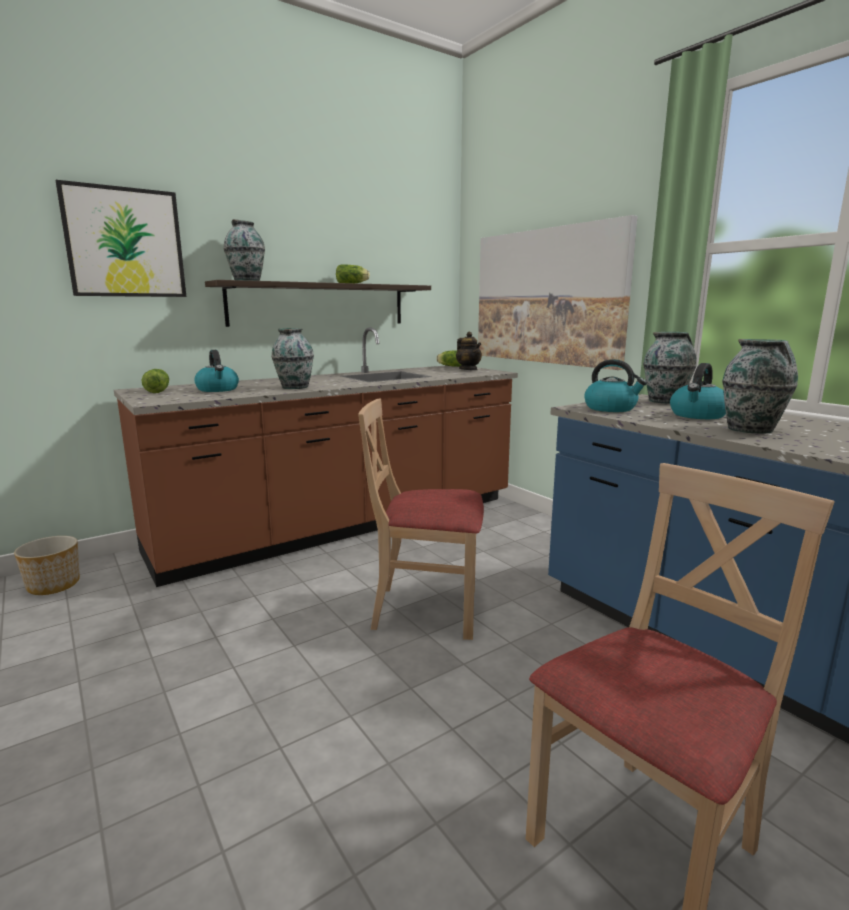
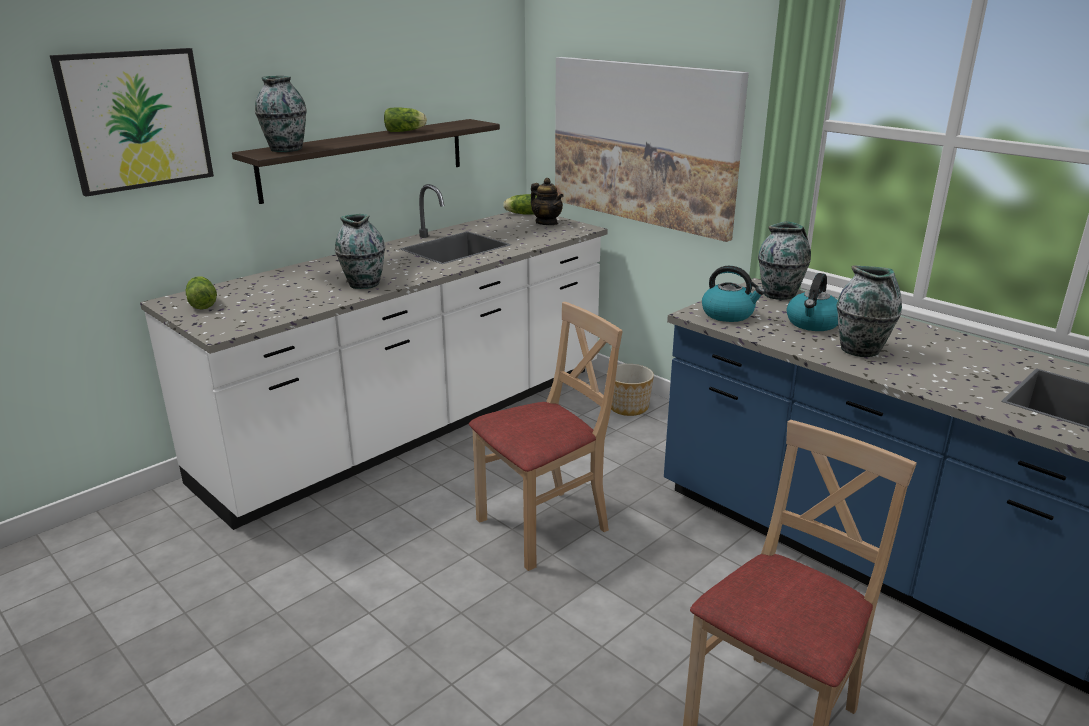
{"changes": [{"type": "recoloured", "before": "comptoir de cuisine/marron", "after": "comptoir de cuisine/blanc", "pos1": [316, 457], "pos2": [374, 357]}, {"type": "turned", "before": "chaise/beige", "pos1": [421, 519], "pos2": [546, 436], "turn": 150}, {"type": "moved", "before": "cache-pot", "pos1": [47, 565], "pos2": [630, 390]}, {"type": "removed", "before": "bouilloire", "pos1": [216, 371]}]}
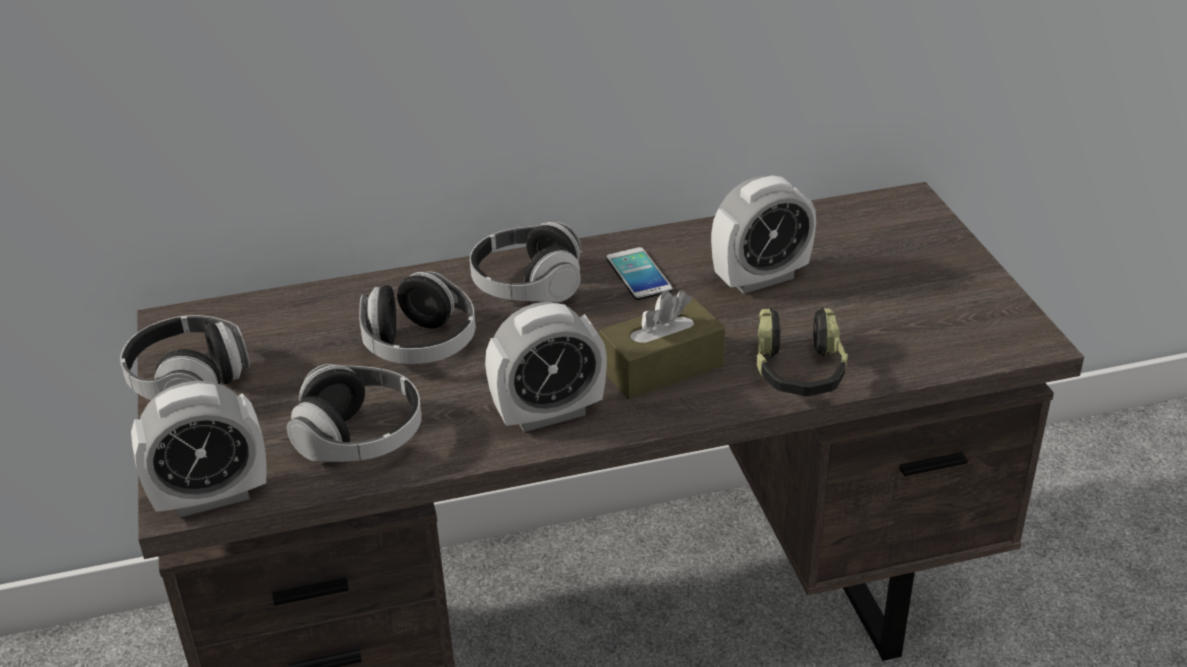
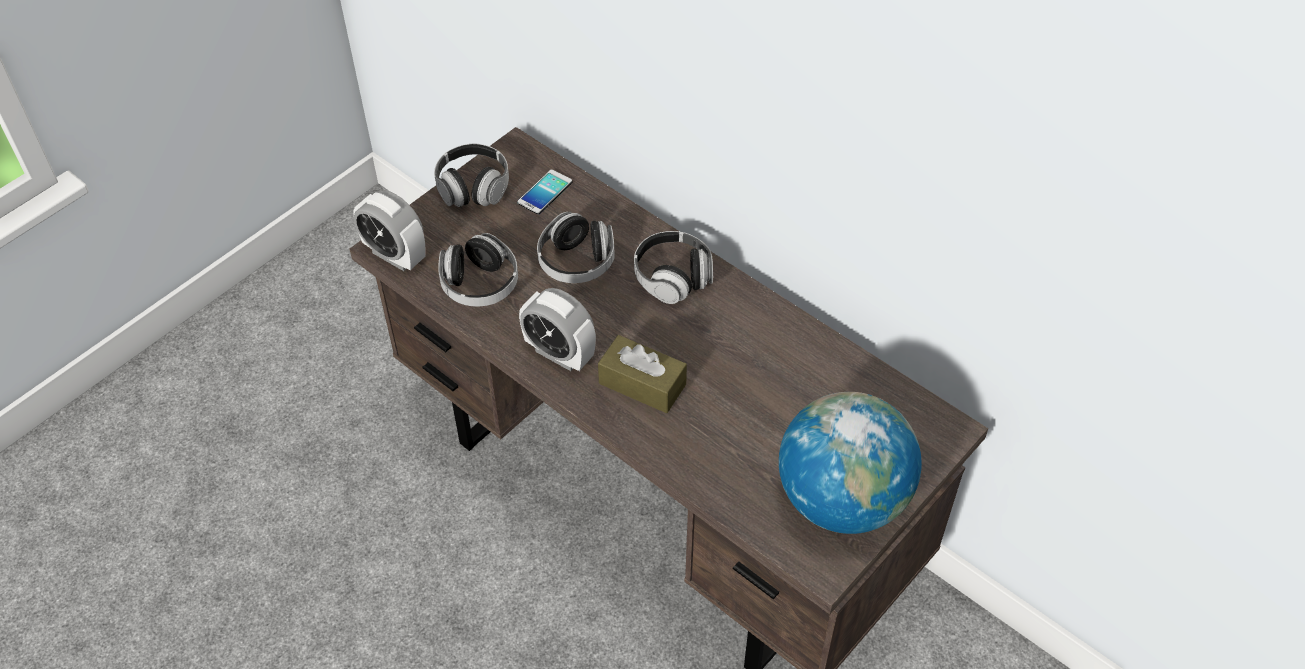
{"changes": [{"type": "moved", "before": "téléphone", "pos1": [640, 273], "pos2": [545, 191]}, {"type": "added", "after": "globe", "pos2": [850, 463]}, {"type": "removed", "before": "réveil", "pos1": [763, 234]}, {"type": "removed", "before": "casque audio", "pos1": [802, 351]}]}
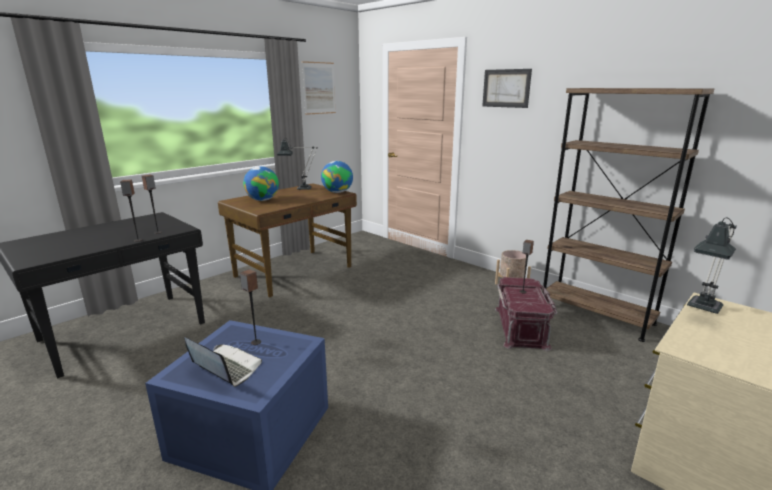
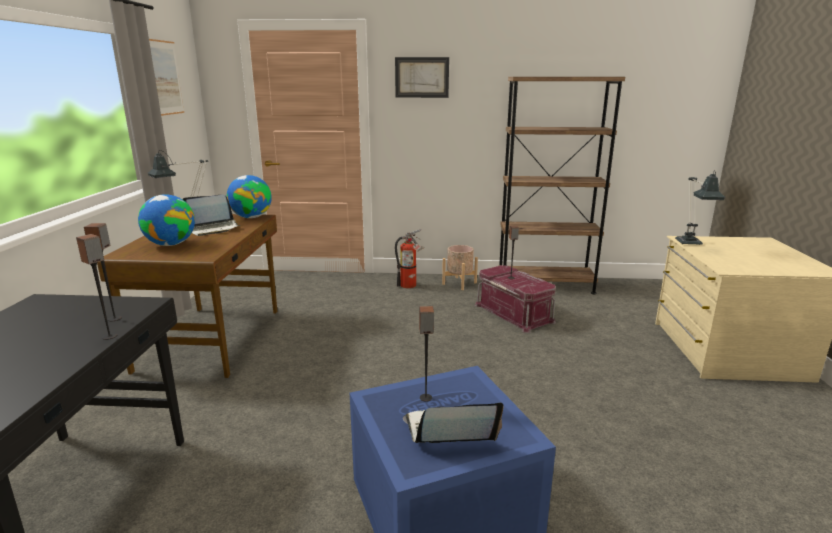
{"changes": [{"type": "added", "after": "ordinateur portable", "pos2": [211, 215]}, {"type": "added", "after": "extincteur", "pos2": [409, 259]}]}
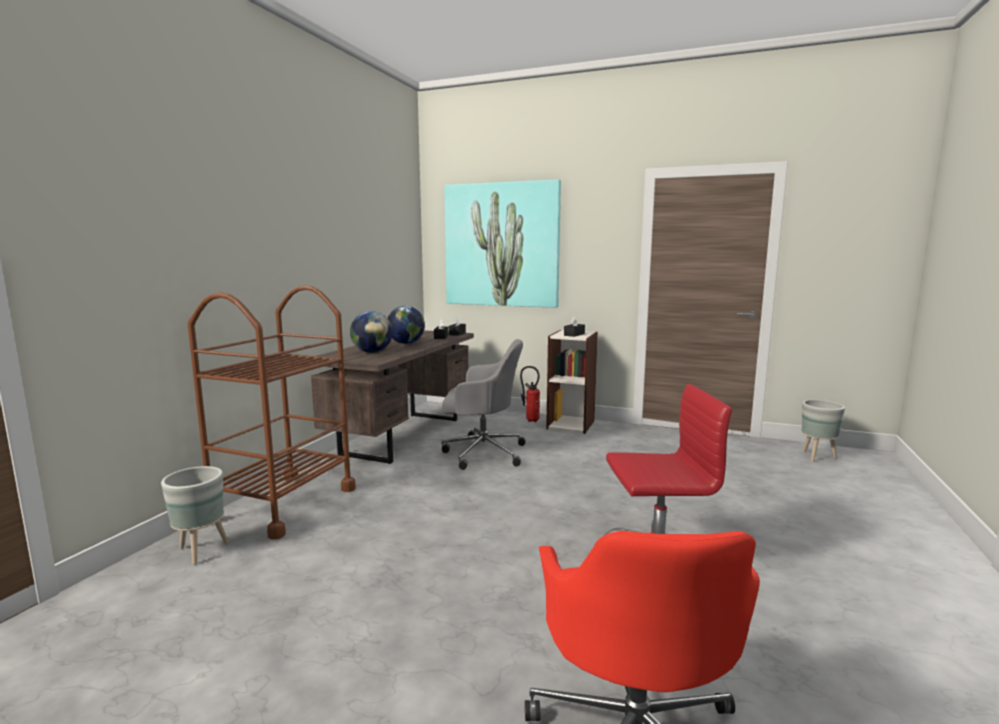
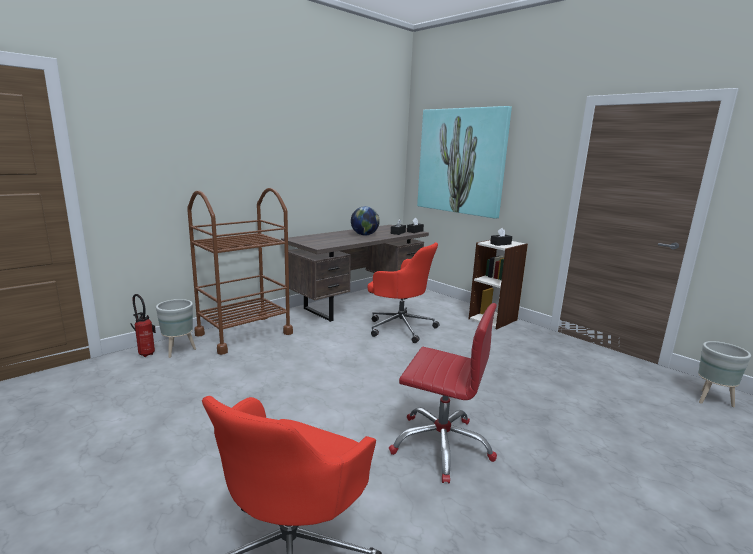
{"changes": [{"type": "moved", "before": "extincteur", "pos1": [530, 394], "pos2": [143, 325]}, {"type": "recoloured", "before": "chaise de bureau/gris", "after": "chaise de bureau/rouge", "pos1": [484, 404], "pos2": [403, 292]}, {"type": "removed", "before": "globe", "pos1": [371, 332]}]}
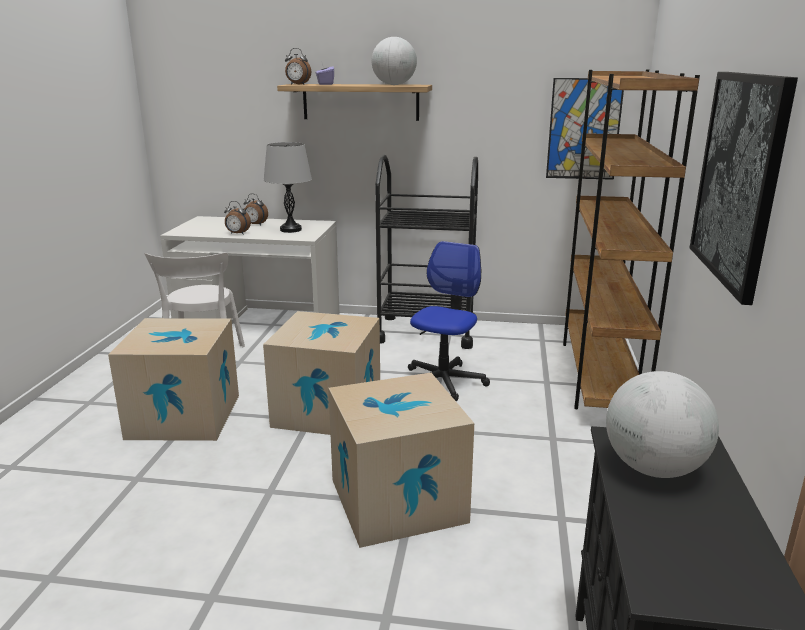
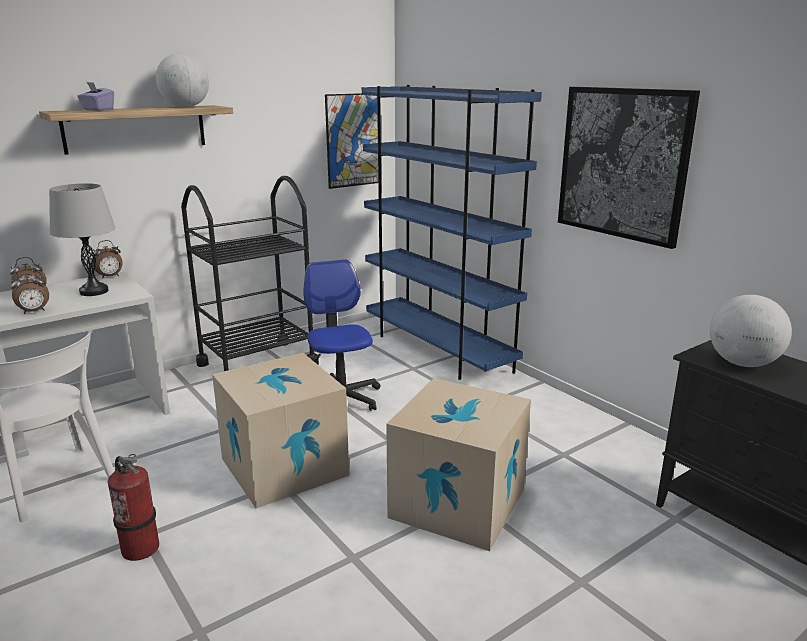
{"changes": [{"type": "moved", "before": "réveil", "pos1": [298, 66], "pos2": [107, 259]}, {"type": "replaced", "before": "carton", "after": "extincteur", "pos1": [173, 379], "pos2": [133, 507]}, {"type": "recoloured", "before": "bibliothèque/marron", "after": "bibliothèque/bleu", "pos1": [631, 239], "pos2": [452, 232]}]}
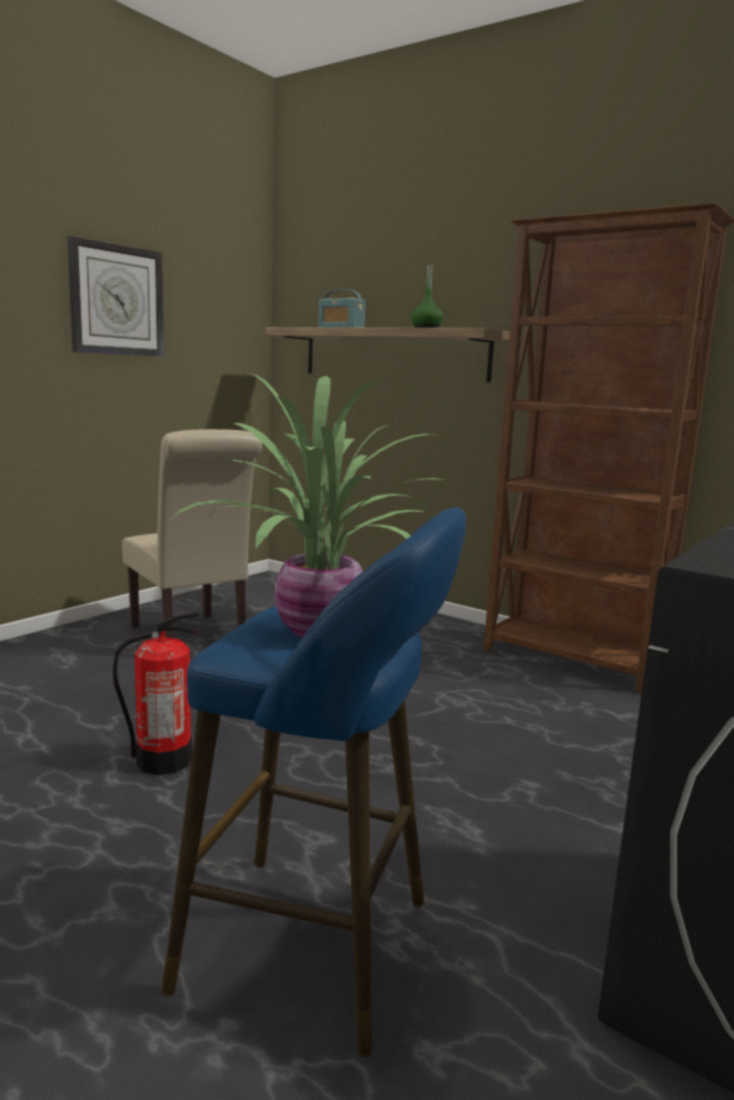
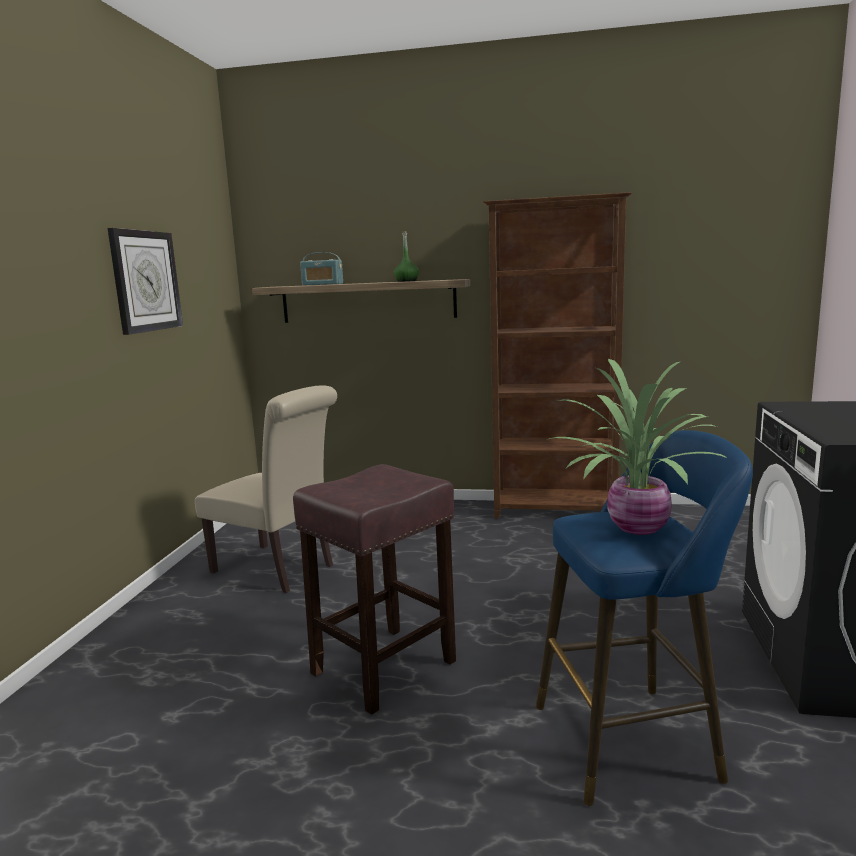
{"changes": [{"type": "replaced", "before": "extincteur", "after": "tabouret/marron", "pos1": [156, 693], "pos2": [374, 589]}]}
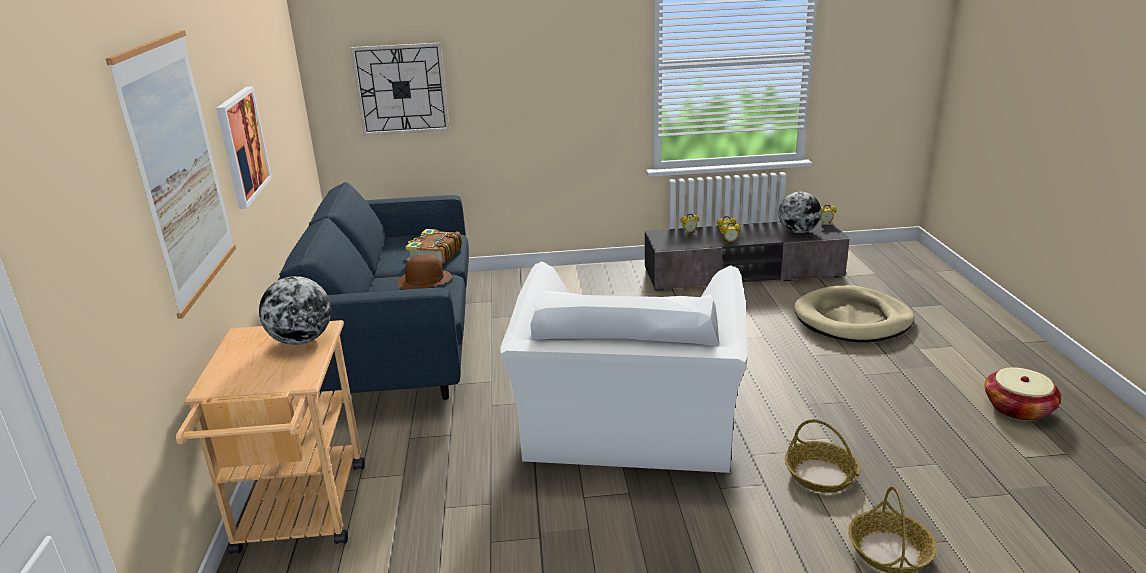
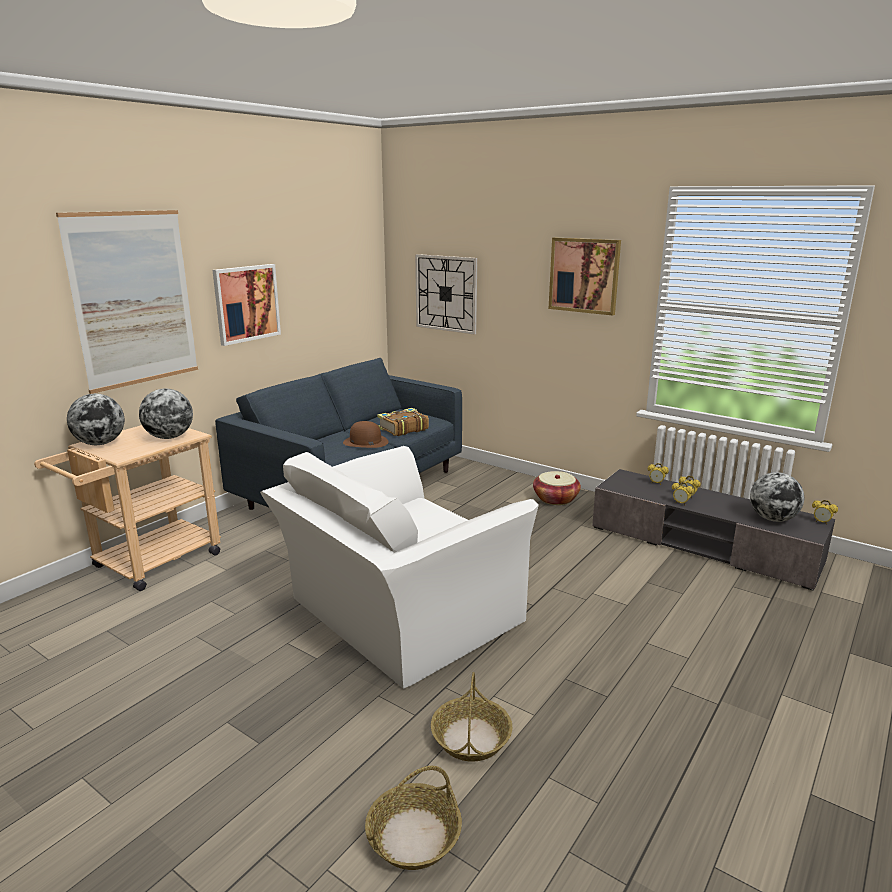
{"changes": [{"type": "added", "after": "globe", "pos2": [95, 419]}, {"type": "moved", "before": "panier", "pos1": [1023, 394], "pos2": [557, 488]}, {"type": "added", "after": "tableau", "pos2": [585, 276]}, {"type": "removed", "before": "panier pour chien/beige", "pos1": [854, 313]}]}
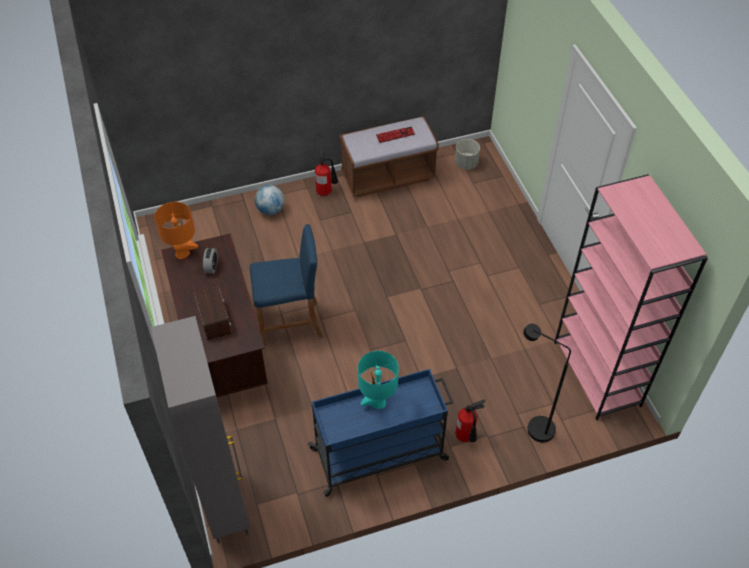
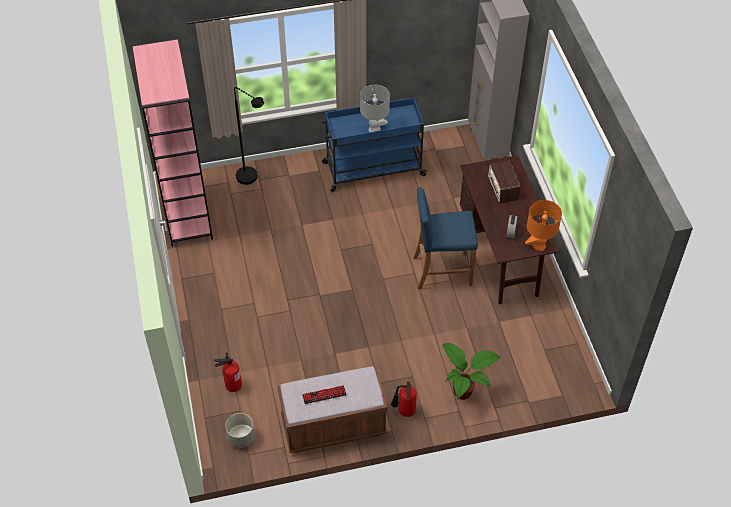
{"changes": [{"type": "moved", "before": "extincteur", "pos1": [470, 420], "pos2": [228, 372]}, {"type": "recoloured", "before": "lampe de table/turquoise", "after": "lampe de table/gris", "pos1": [378, 380], "pos2": [375, 108]}, {"type": "replaced", "before": "globe", "after": "plante en pot", "pos1": [269, 200], "pos2": [471, 371]}]}
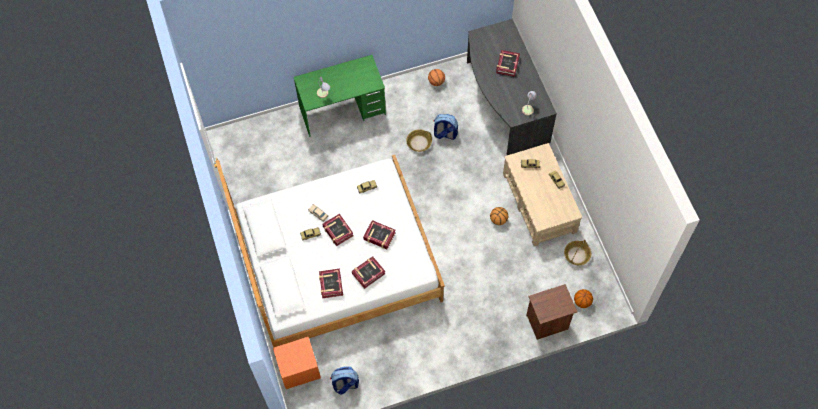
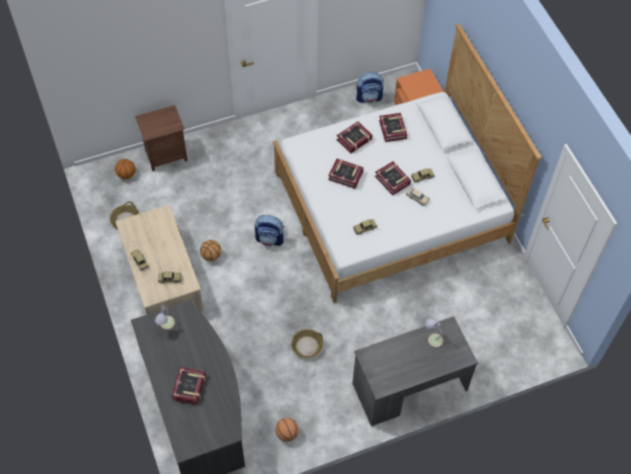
{"changes": [{"type": "moved", "before": "sac à dos", "pos1": [445, 127], "pos2": [269, 230]}, {"type": "recoloured", "before": "bureau/vert", "after": "bureau/gris", "pos1": [340, 96], "pos2": [415, 371]}]}
